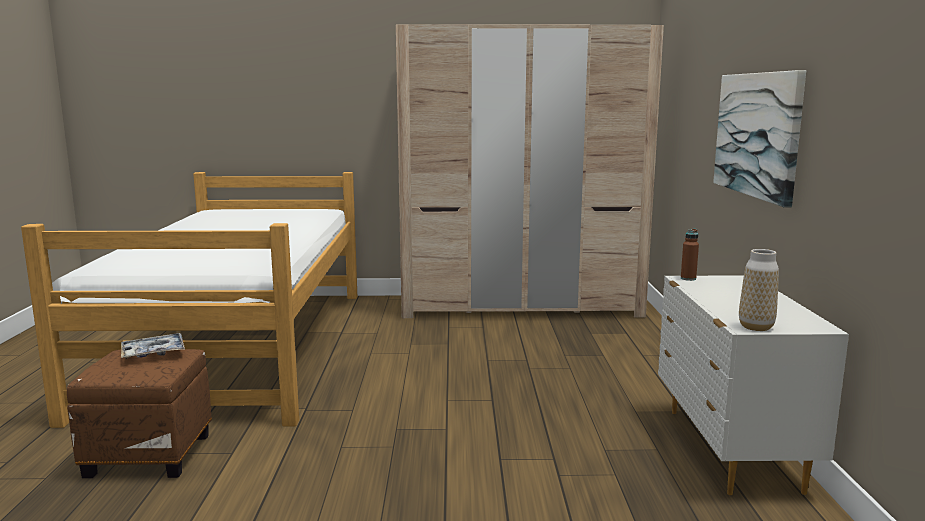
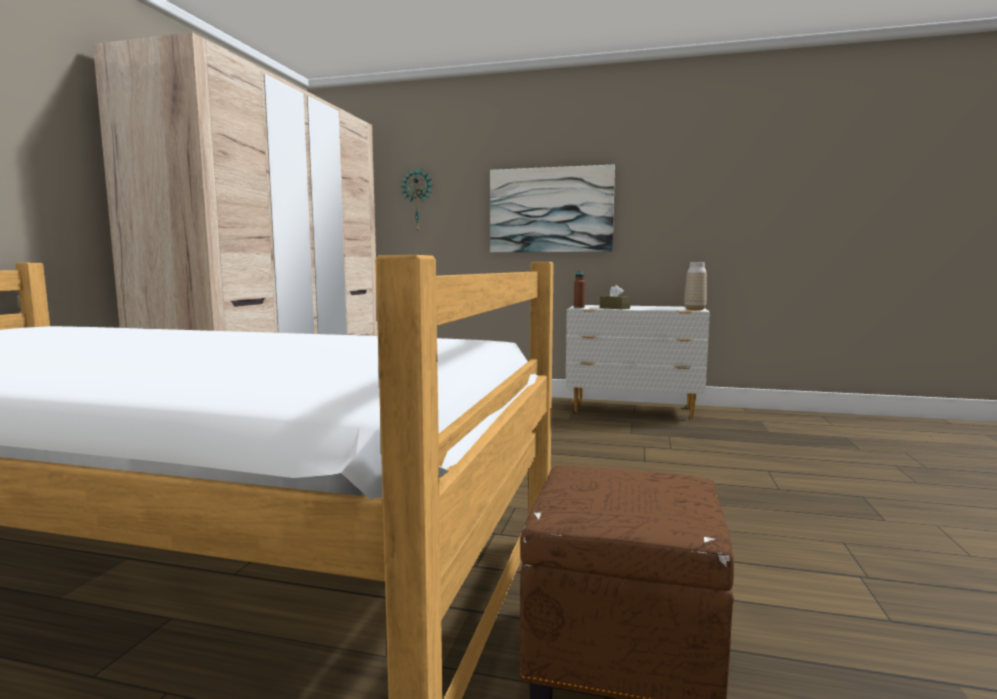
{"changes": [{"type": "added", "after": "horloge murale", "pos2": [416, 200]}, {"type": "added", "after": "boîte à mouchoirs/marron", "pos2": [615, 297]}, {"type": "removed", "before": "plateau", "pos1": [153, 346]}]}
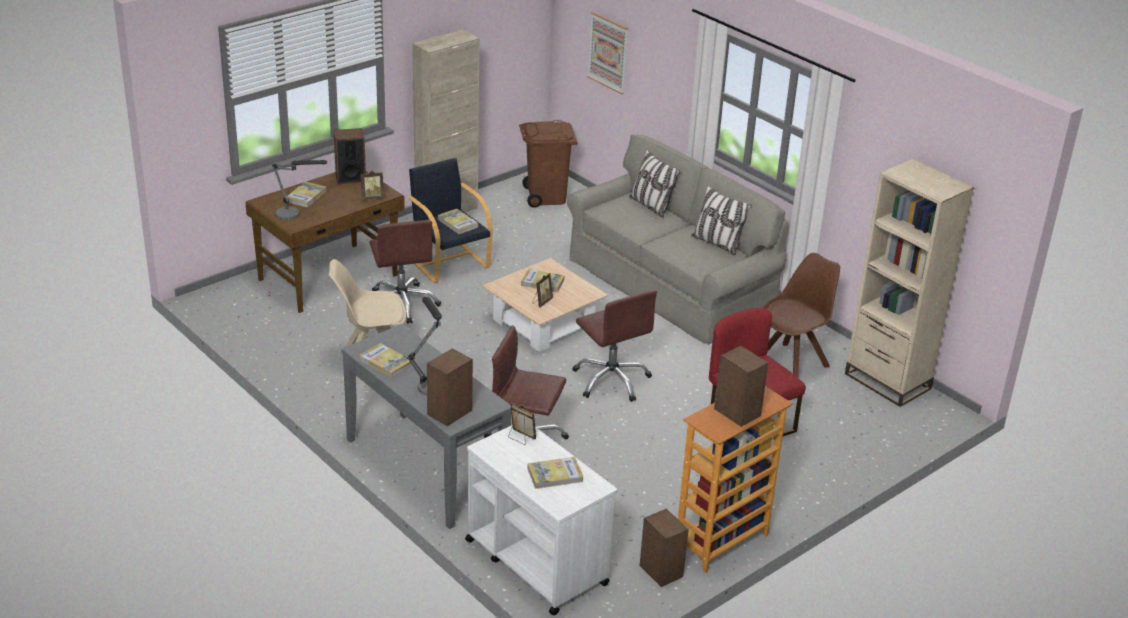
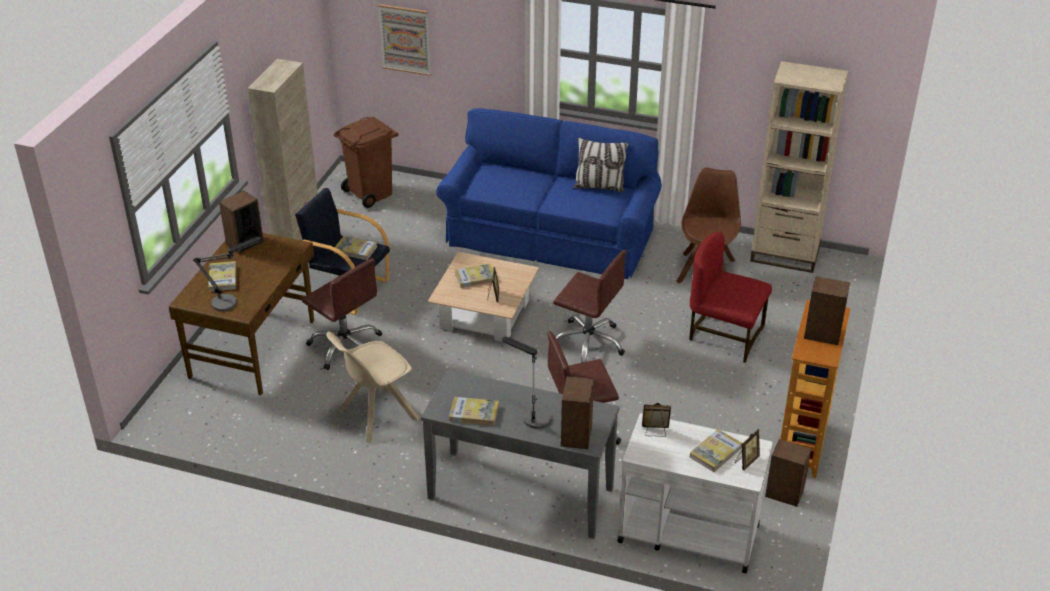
{"changes": [{"type": "recoloured", "before": "canapé/gris", "after": "canapé/bleu", "pos1": [678, 240], "pos2": [549, 193]}, {"type": "moved", "before": "cadre photo", "pos1": [372, 185], "pos2": [747, 449]}, {"type": "removed", "before": "coussin", "pos1": [654, 183]}]}
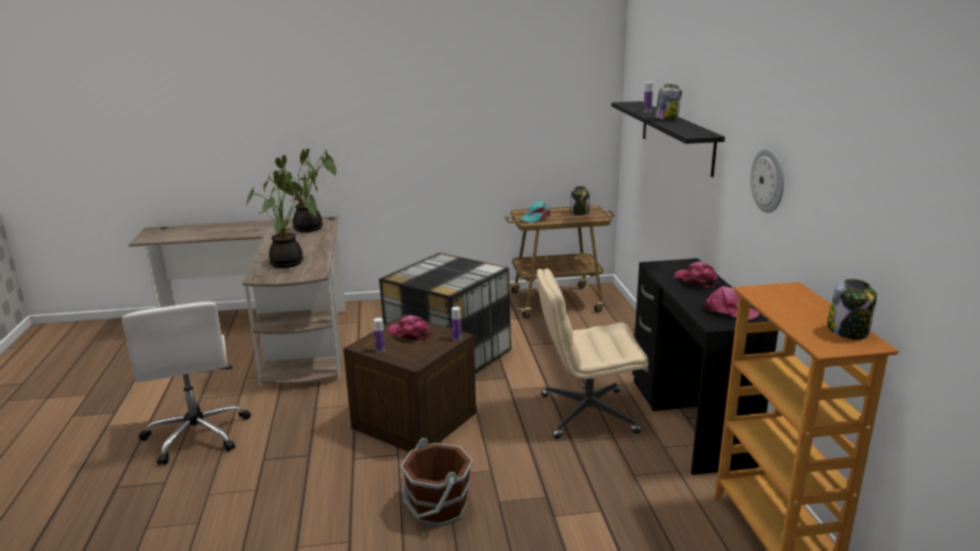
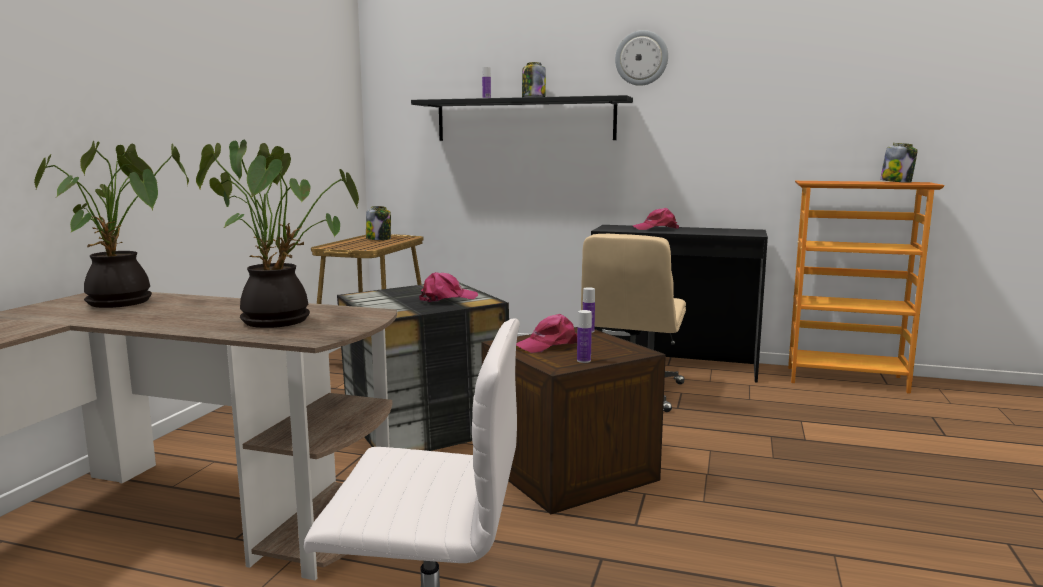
{"changes": [{"type": "moved", "before": "casquette/rose", "pos1": [732, 303], "pos2": [448, 287]}, {"type": "moved", "before": "horloge murale", "pos1": [767, 181], "pos2": [641, 58]}, {"type": "removed", "before": "seau/marron", "pos1": [436, 482]}, {"type": "removed", "before": "casquette/turquoise", "pos1": [535, 212]}]}
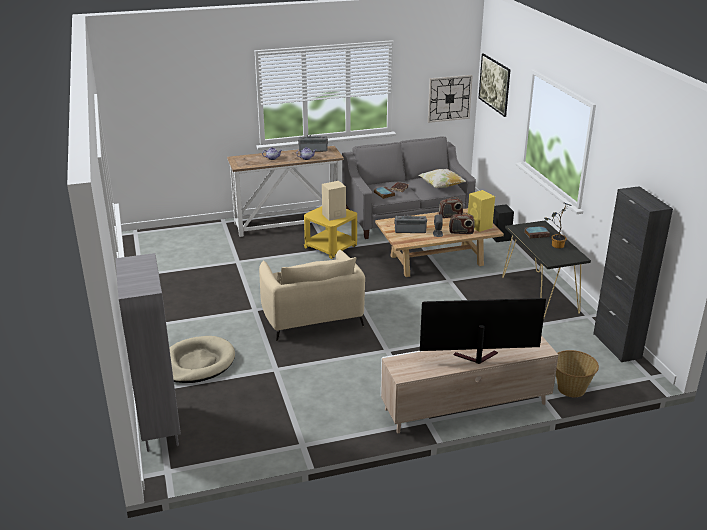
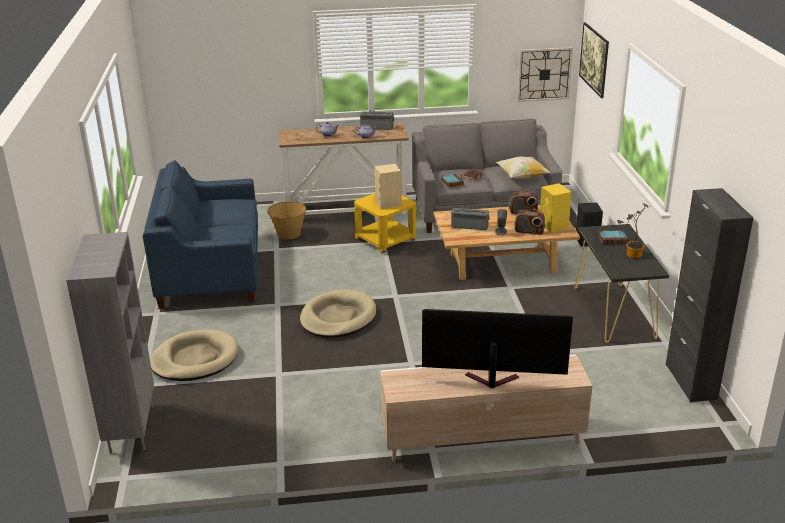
{"changes": [{"type": "added", "after": "canapé/bleu", "pos2": [200, 234]}, {"type": "moved", "before": "panier", "pos1": [577, 373], "pos2": [286, 220]}, {"type": "replaced", "before": "fauteuil/beige", "after": "panier pour chien/beige", "pos1": [312, 295], "pos2": [338, 313]}]}
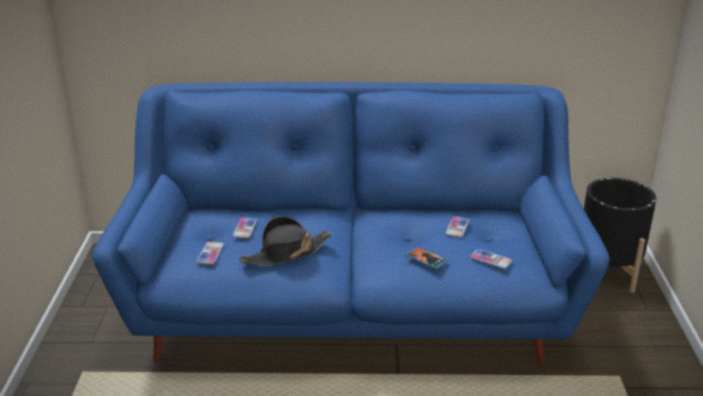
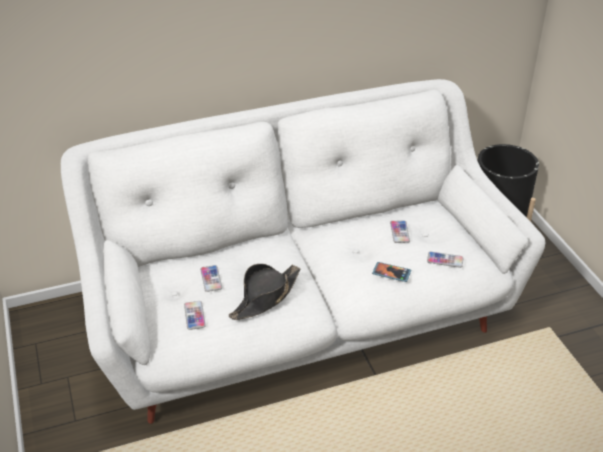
{"changes": [{"type": "recoloured", "before": "canapé/bleu", "after": "canapé/blanc", "pos1": [351, 223], "pos2": [303, 251]}]}
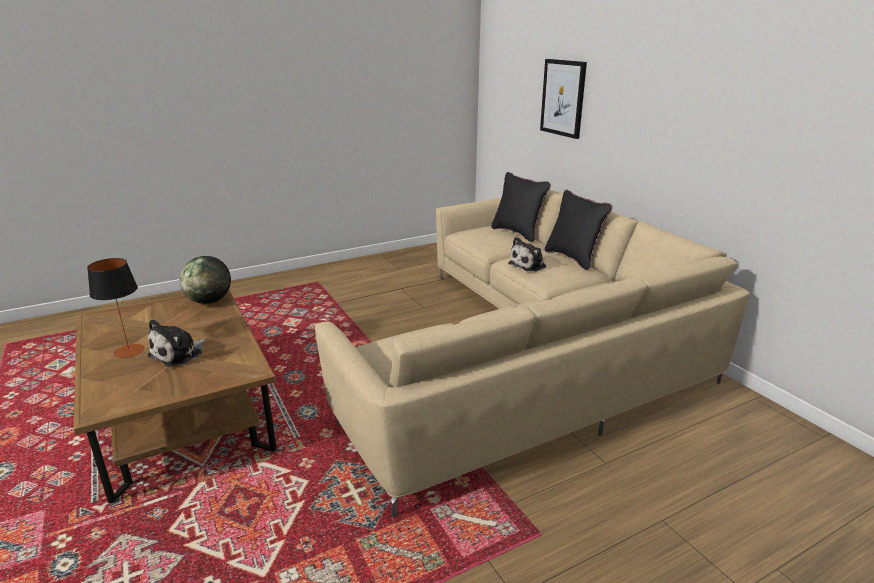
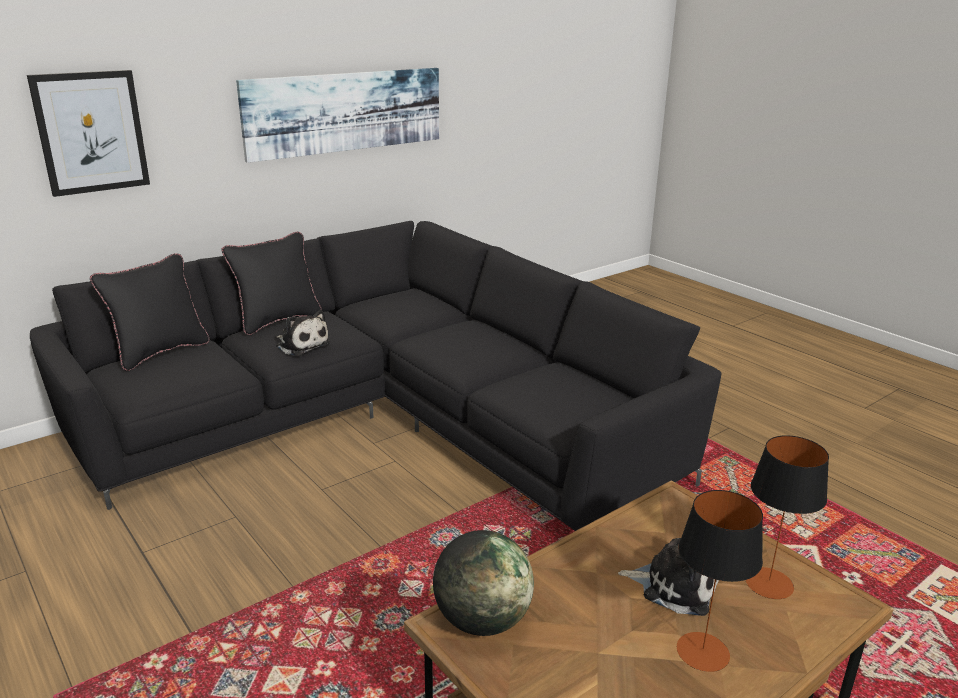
{"changes": [{"type": "recoloured", "before": "canapé/beige", "after": "canapé/noir", "pos1": [532, 353], "pos2": [375, 376]}, {"type": "added", "after": "tableau", "pos2": [337, 115]}, {"type": "added", "after": "lampe de table", "pos2": [787, 517]}]}
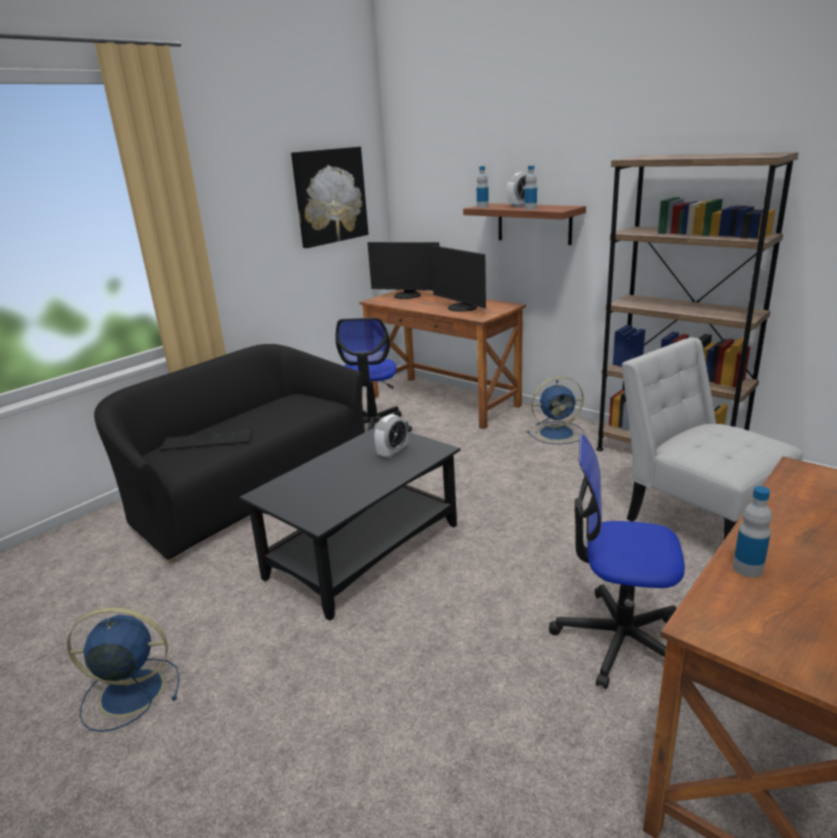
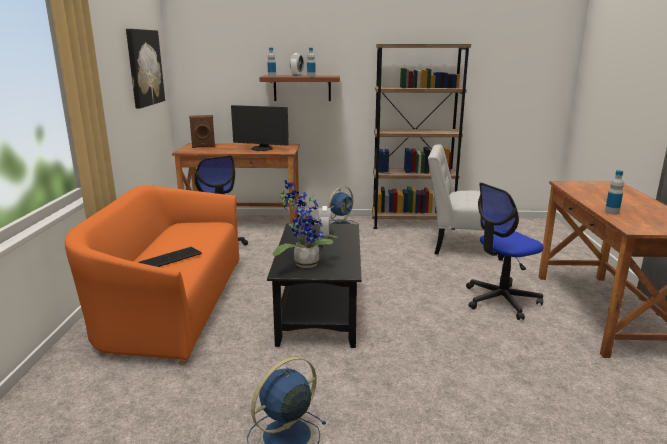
{"changes": [{"type": "recoloured", "before": "canapé/noir", "after": "canapé/orange", "pos1": [229, 453], "pos2": [152, 275]}, {"type": "replaced", "before": "écran d'ordinateur", "after": "enceinte/marron", "pos1": [403, 270], "pos2": [202, 131]}, {"type": "added", "after": "plante en pot", "pos2": [305, 224]}]}
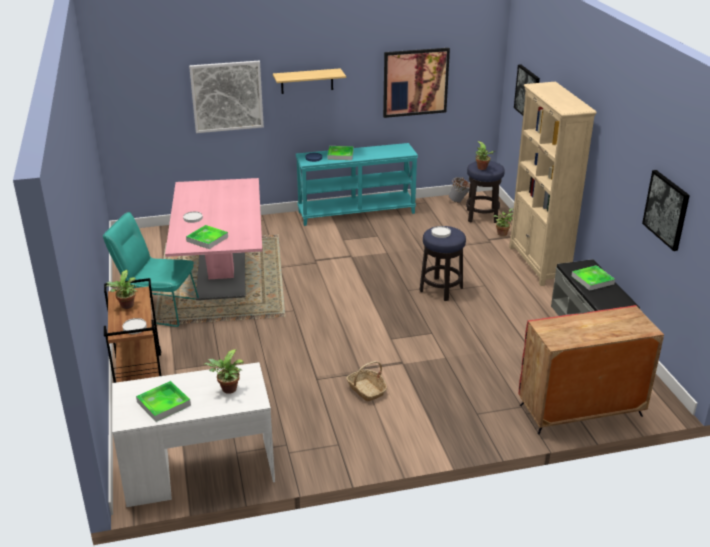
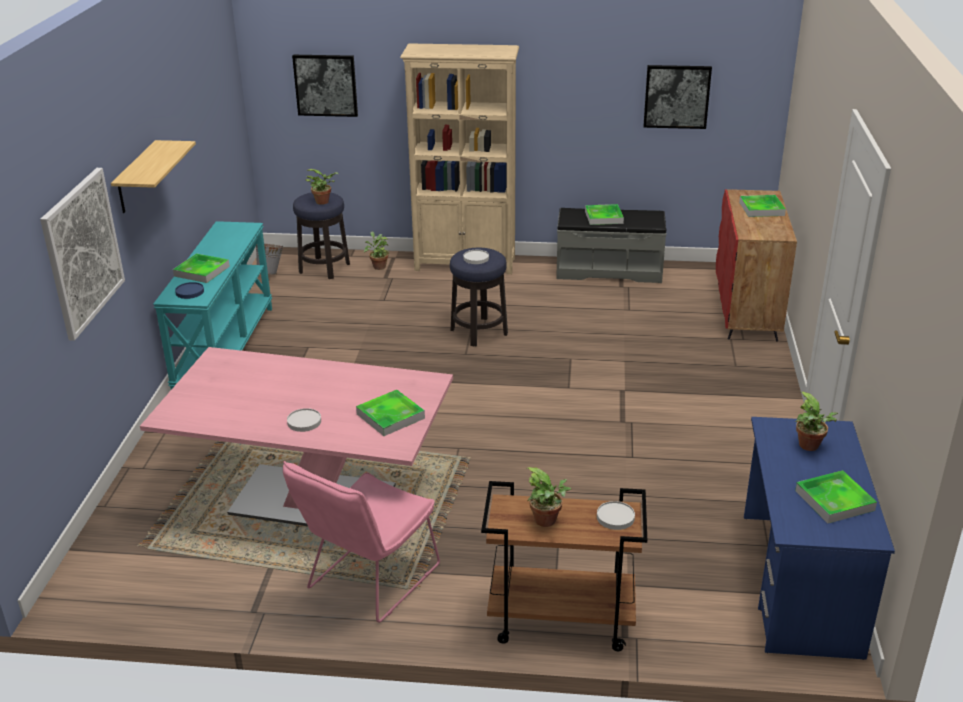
{"changes": [{"type": "recoloured", "before": "chaise/turquoise", "after": "chaise/rose", "pos1": [151, 269], "pos2": [361, 542]}, {"type": "added", "after": "plateau", "pos2": [762, 206]}, {"type": "recoloured", "before": "bureau/blanc", "after": "bureau/bleu", "pos1": [193, 434], "pos2": [819, 538]}, {"type": "removed", "before": "panier", "pos1": [366, 381]}, {"type": "removed", "before": "tableau", "pos1": [416, 83]}]}
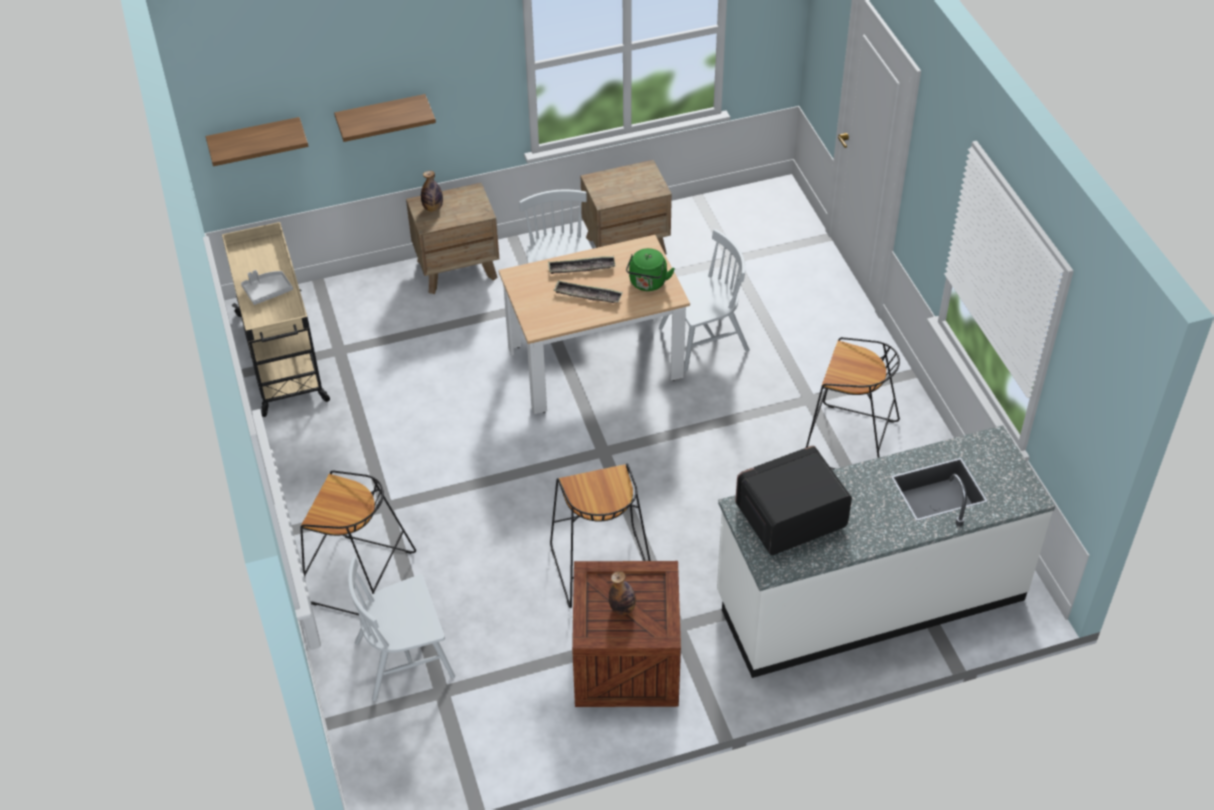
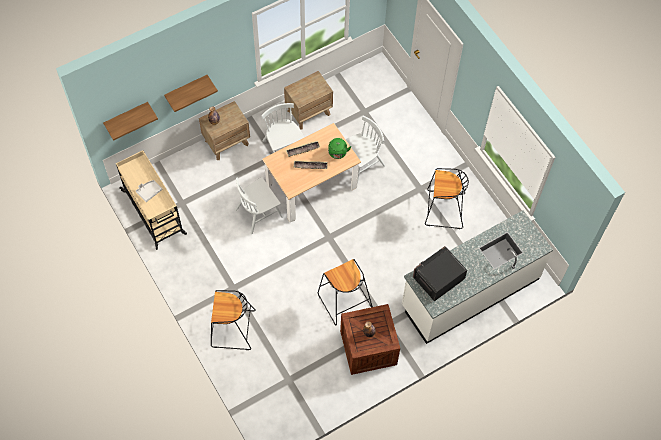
{"changes": [{"type": "moved", "before": "chaise/blanc", "pos1": [401, 629], "pos2": [259, 205]}]}
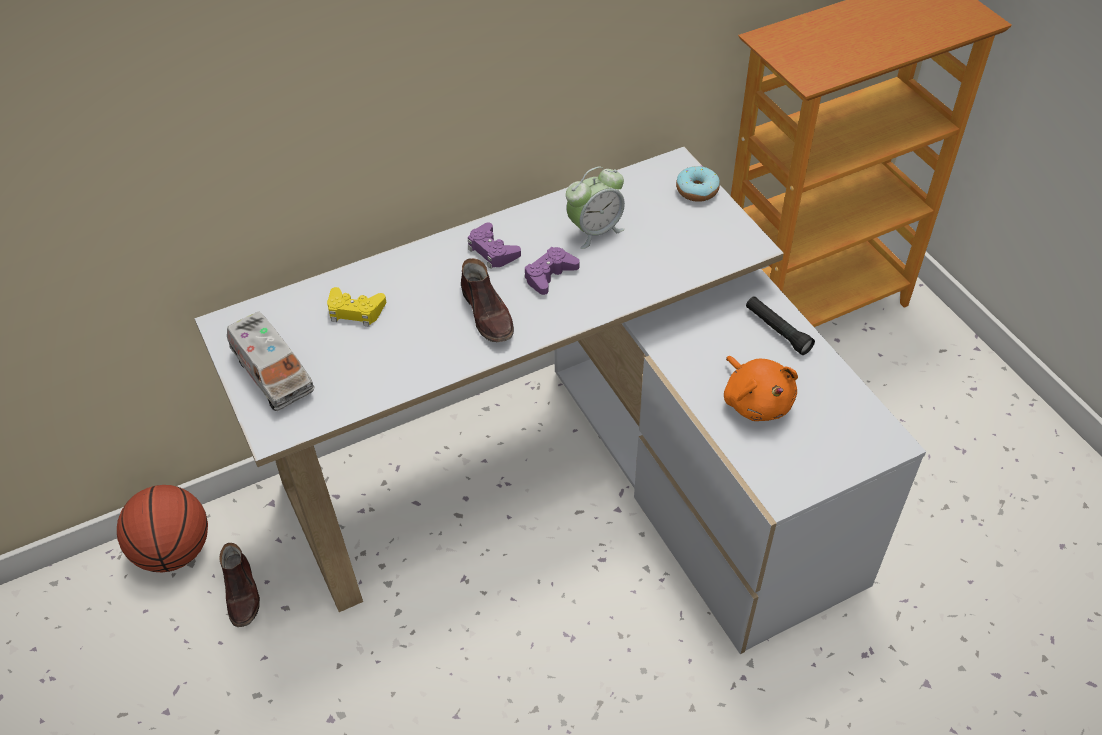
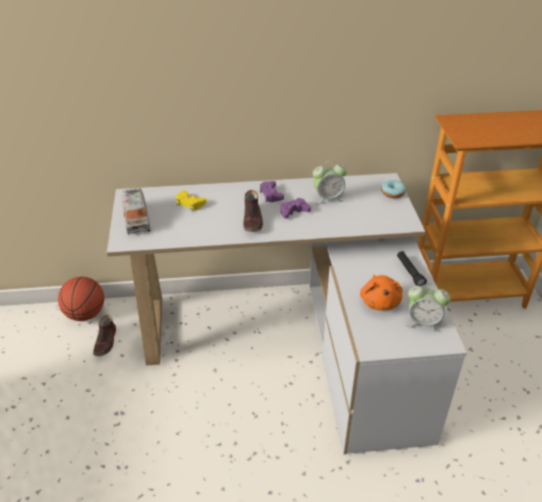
{"changes": [{"type": "added", "after": "réveil", "pos2": [428, 307]}]}
